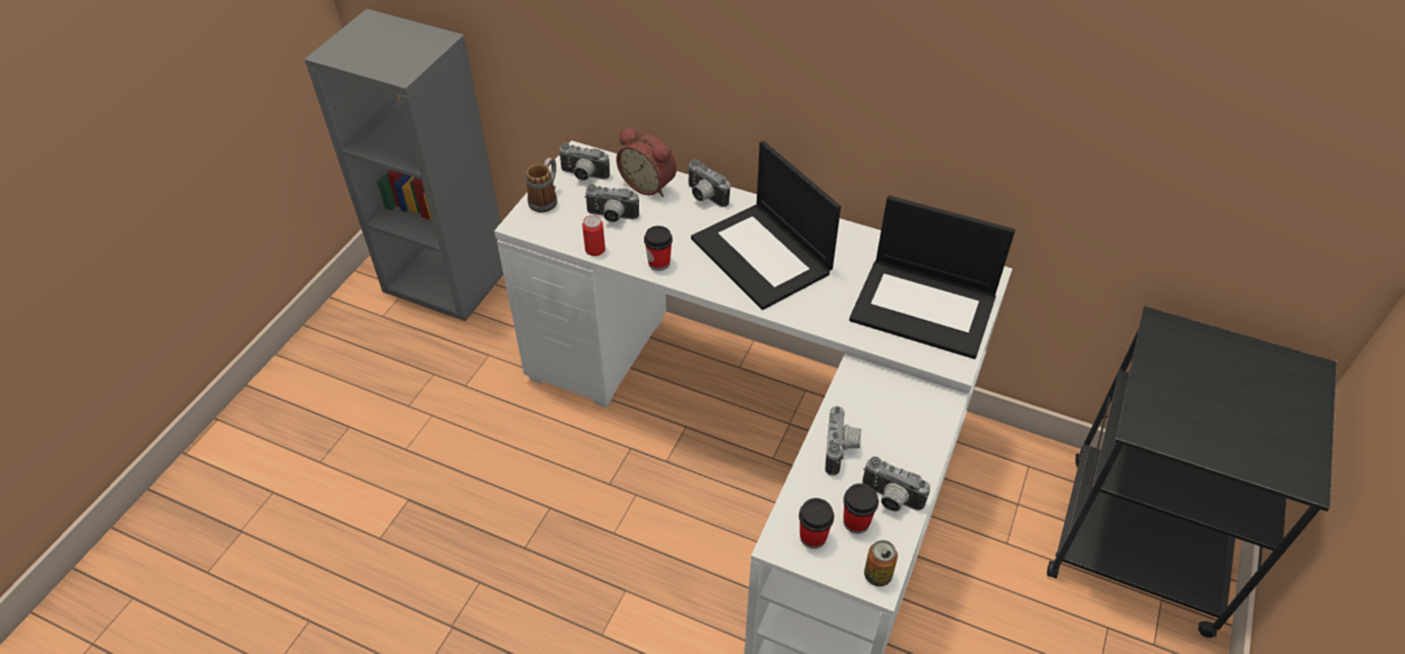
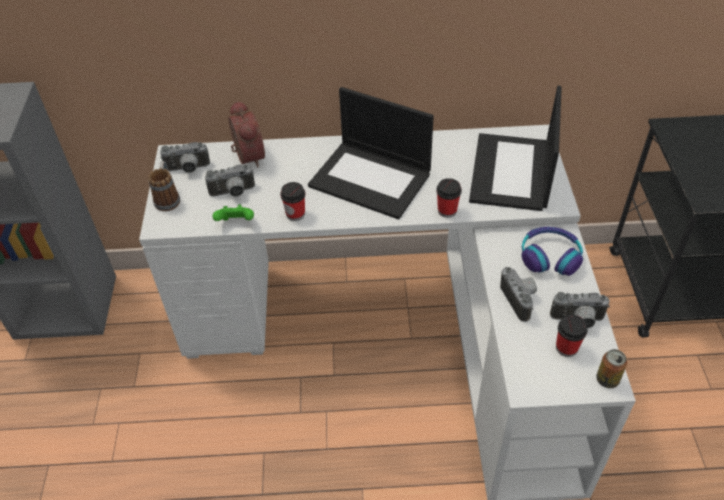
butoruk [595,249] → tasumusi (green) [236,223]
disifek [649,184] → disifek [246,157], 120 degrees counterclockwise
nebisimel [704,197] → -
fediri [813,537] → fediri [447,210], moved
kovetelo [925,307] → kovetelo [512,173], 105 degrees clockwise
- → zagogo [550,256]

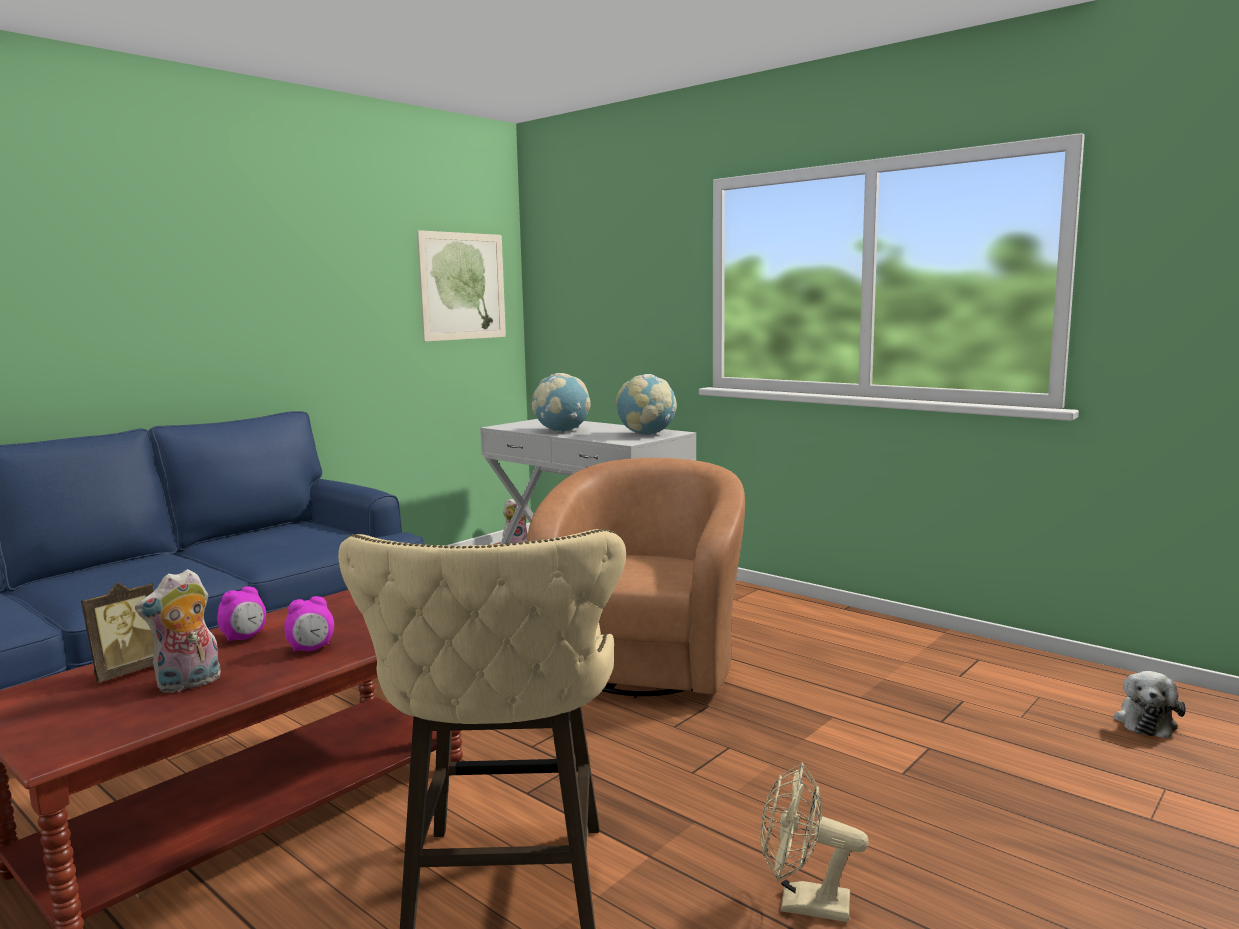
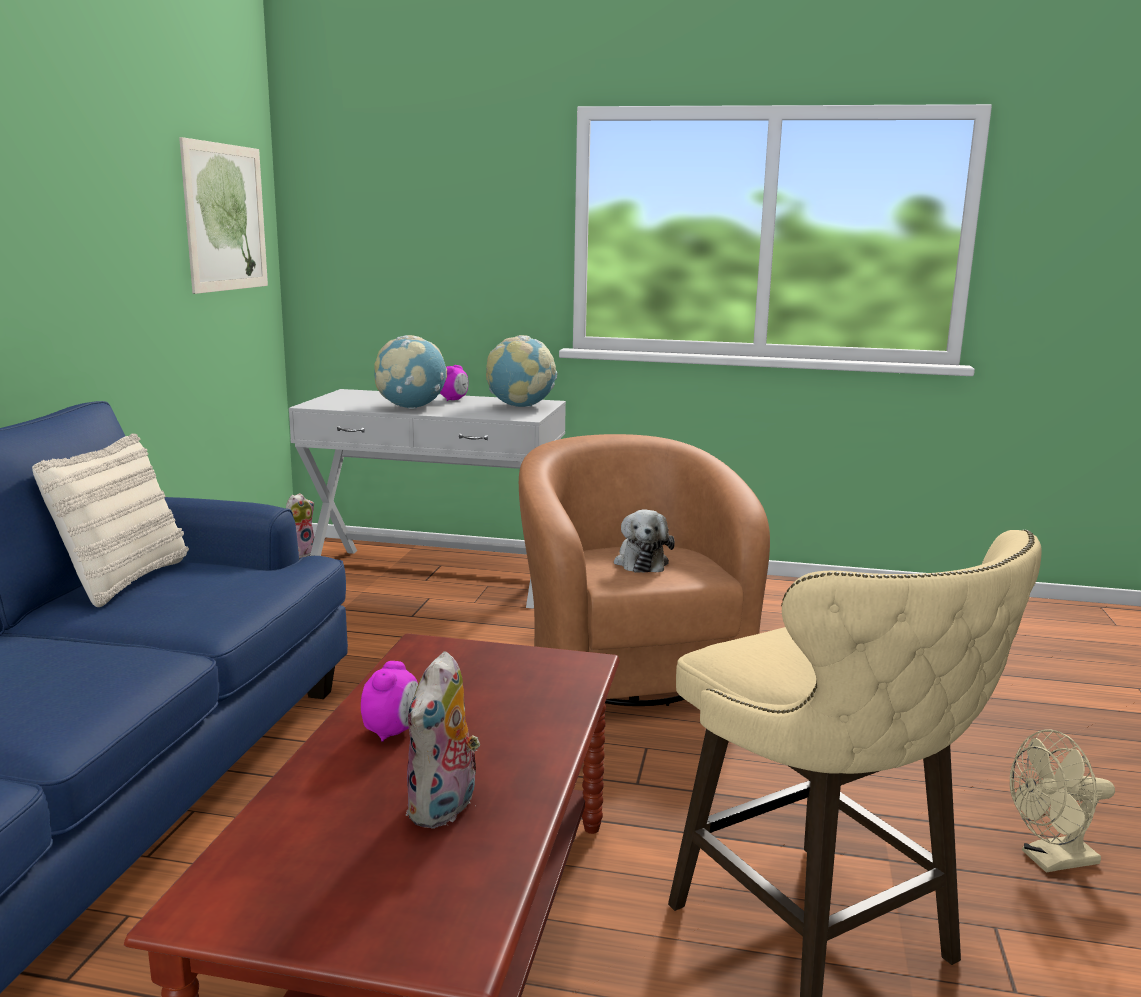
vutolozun [127,671] → -
disifek [311,649] → disifek [454,399], moved
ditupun [1145,721] → ditupun [641,562], moved
- → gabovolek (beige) [124,581]

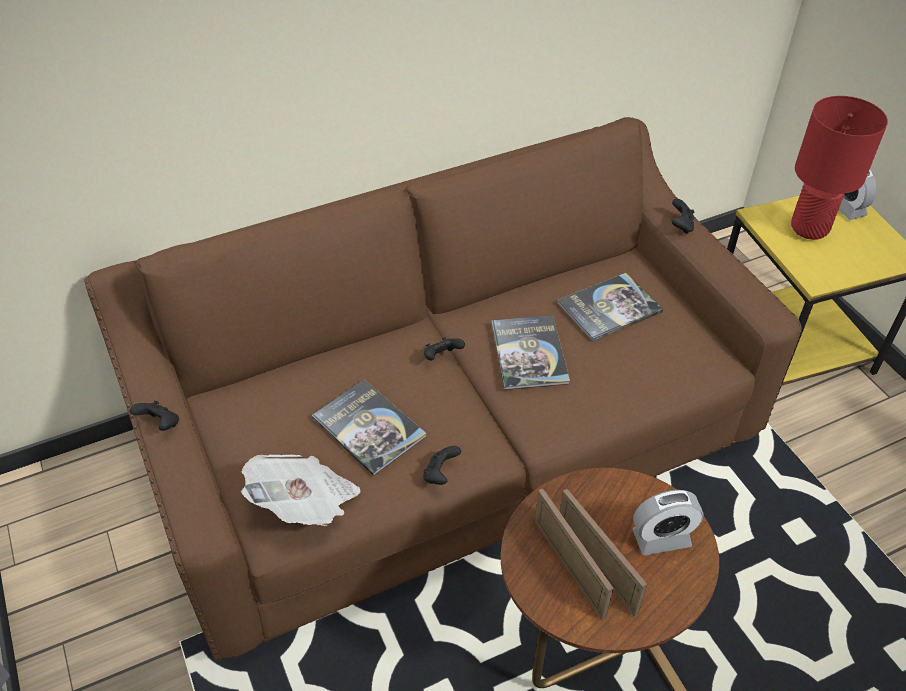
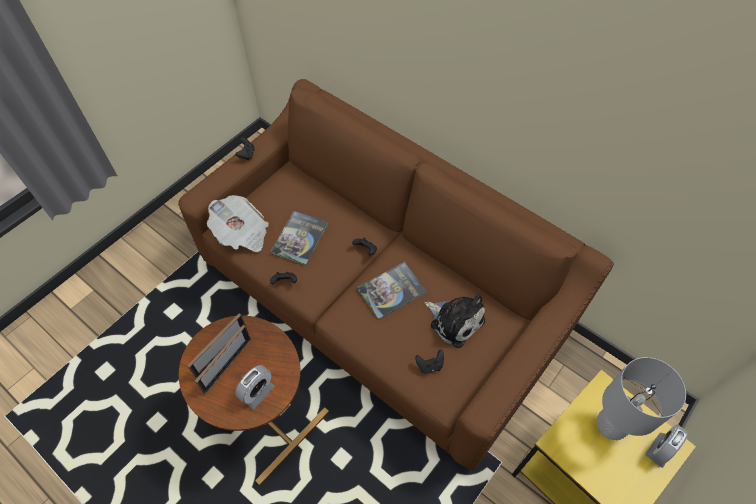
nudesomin [609,308] → ditupun [455,320]
disifek [661,538] → disifek [257,392], 105 degrees counterclockwise
tasumusi (black) [680,226] → tasumusi (black) [430,365], moved
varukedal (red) [809,231] → varukedal (grey) [610,426]

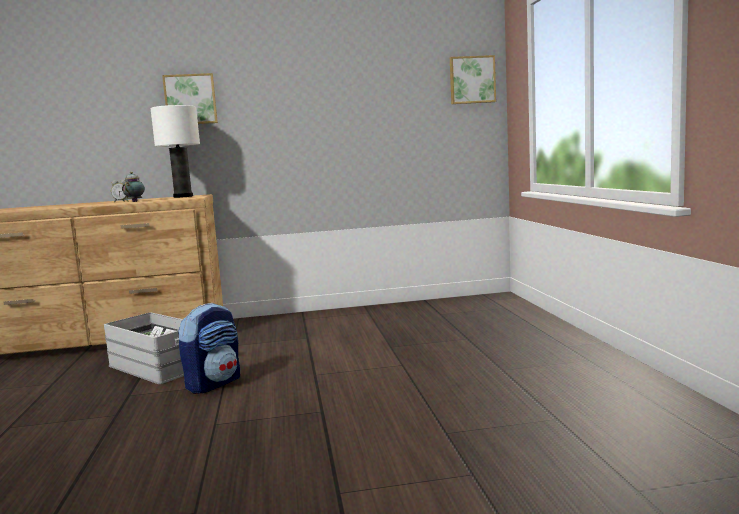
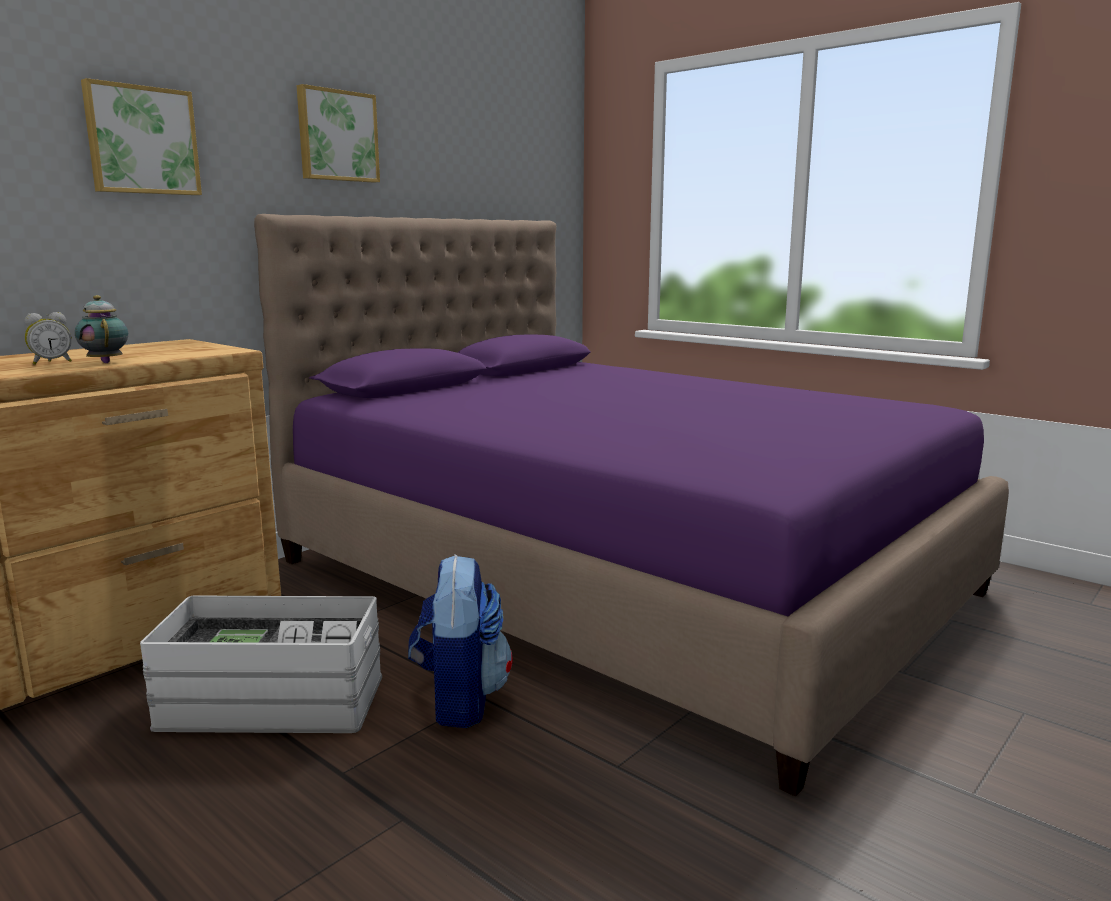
varukedal (white) [183,196] → -
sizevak [472,80] → sizevak [337,136], moved
- → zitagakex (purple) [618,576]

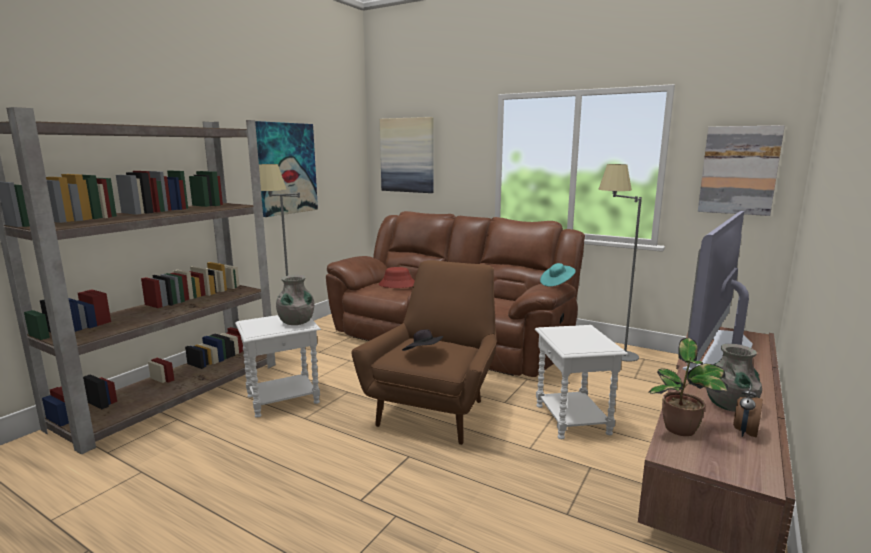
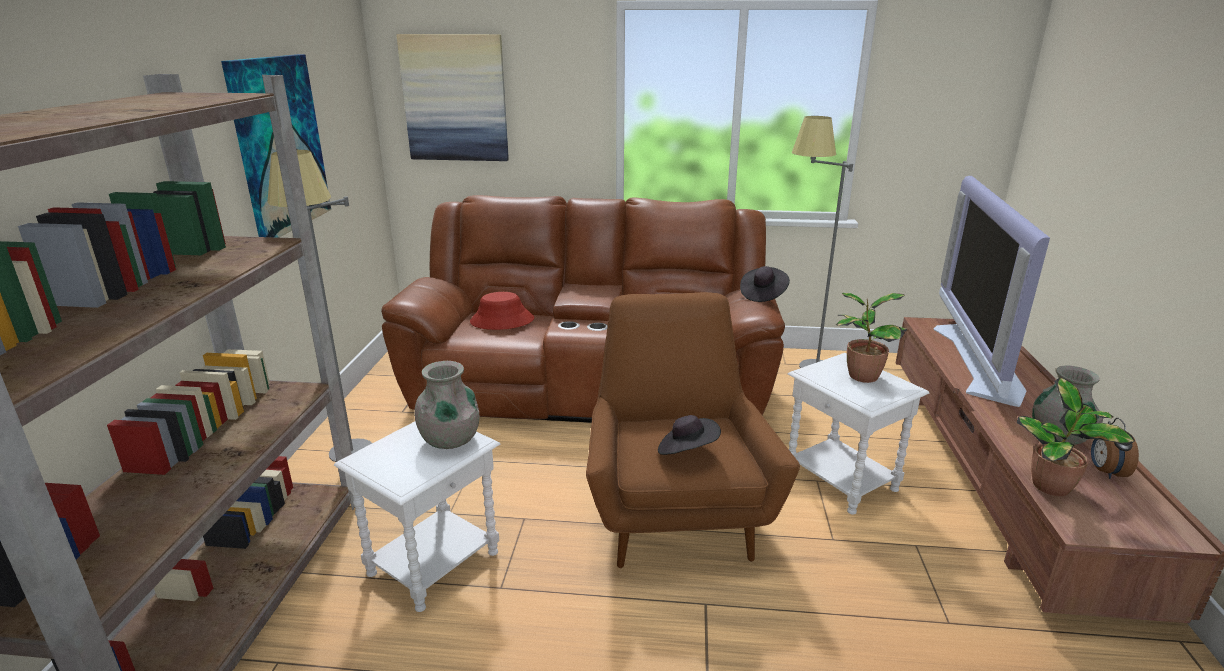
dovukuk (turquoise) [557,283] → dovukuk (black) [763,294]
sizevak [739,170] → -
- → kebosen [860,376]

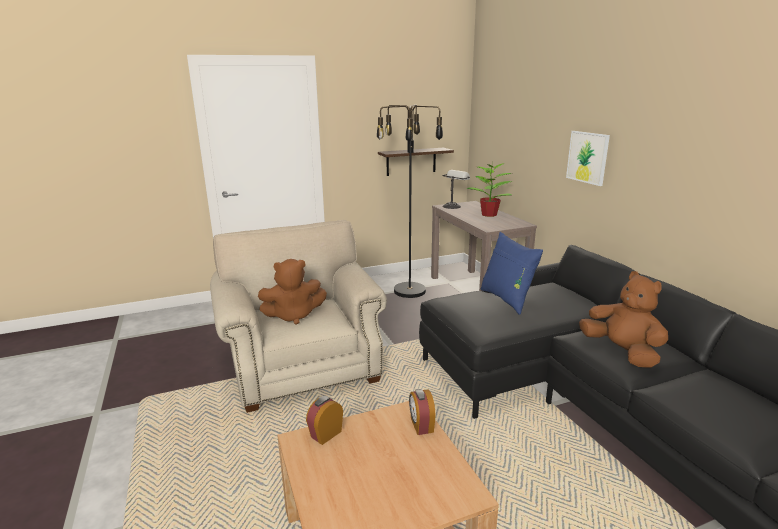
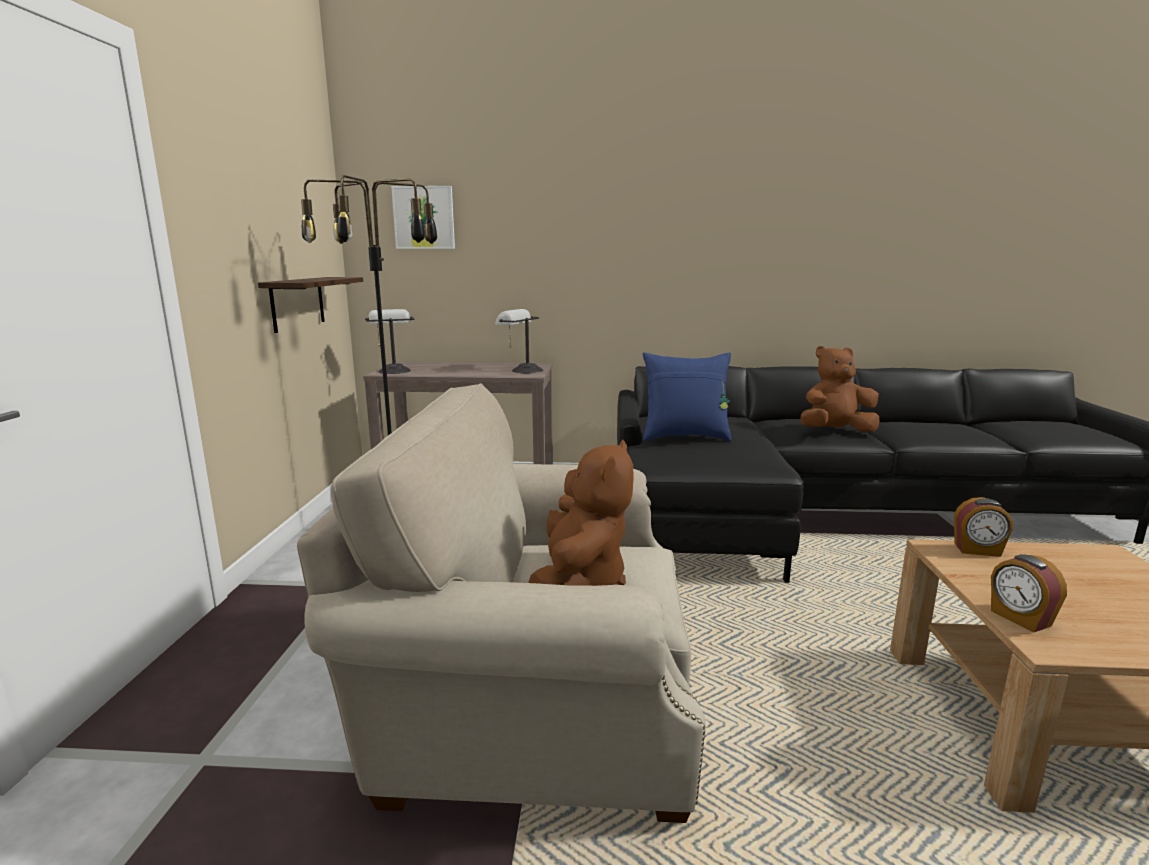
kebosen [489,214] → -
sizevak [587,157] → sizevak [424,217], moved
- → varukedal [521,370]

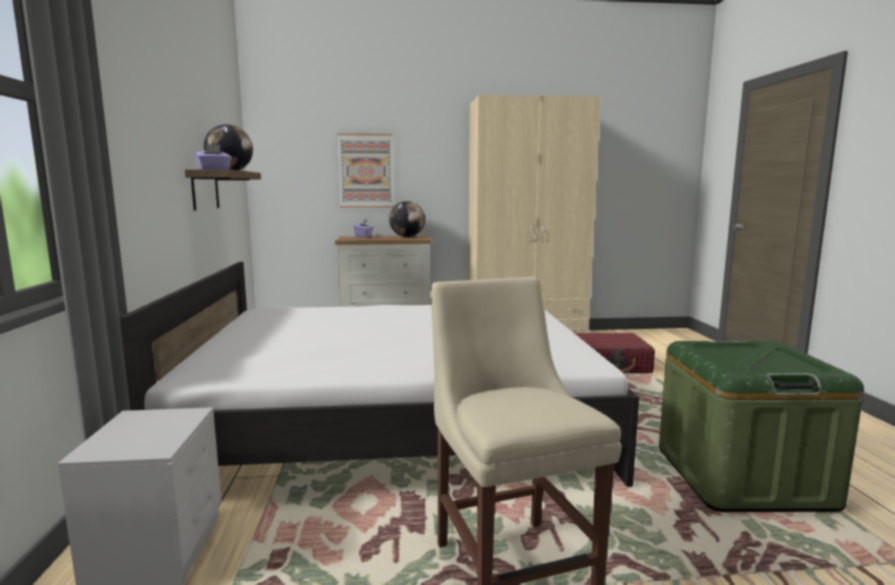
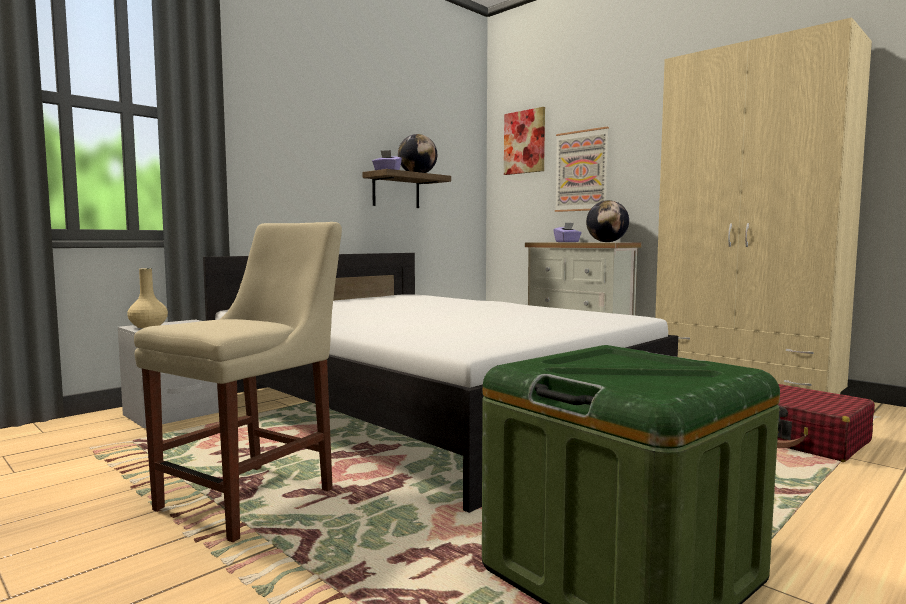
- → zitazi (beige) [148,326]
- → sizevak [524,142]

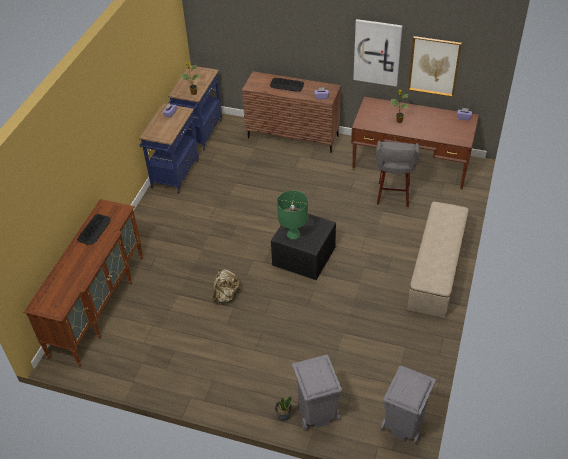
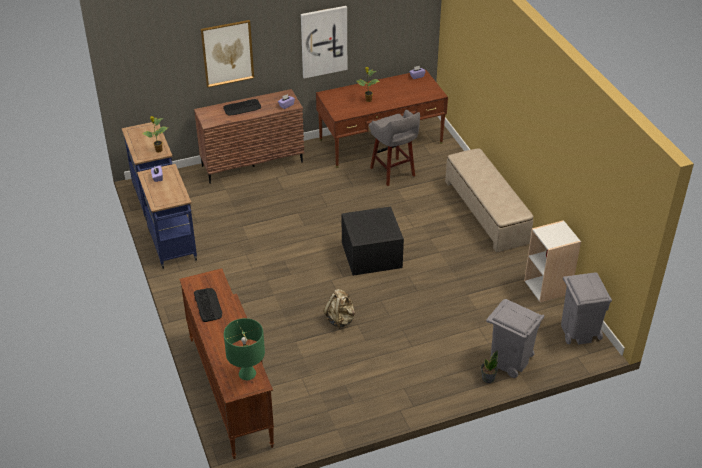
varukedal (green) [293,235] → varukedal (green) [247,375], moved
sizevak [434,66] → sizevak [227,53], moved
- → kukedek [547,287]

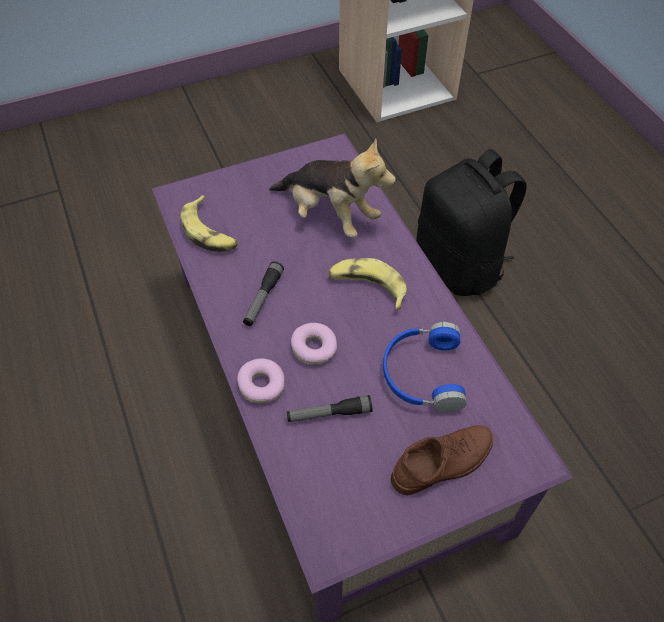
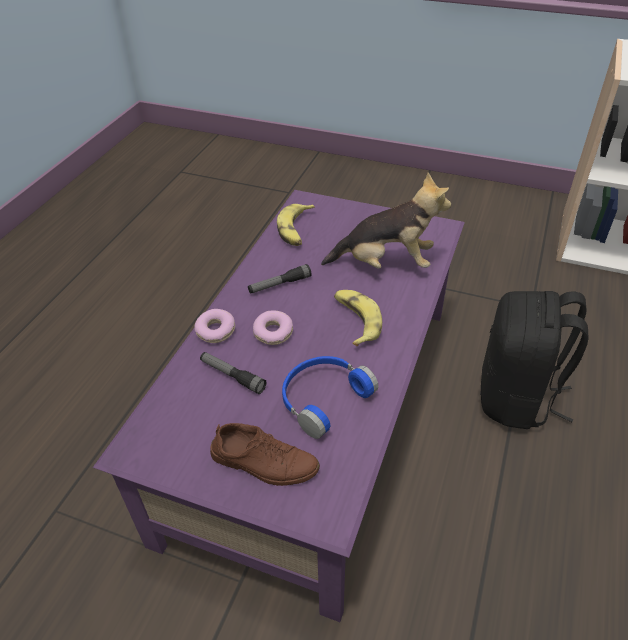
ditupun [329,215] → ditupun [386,263], 75 degrees counterclockwise

